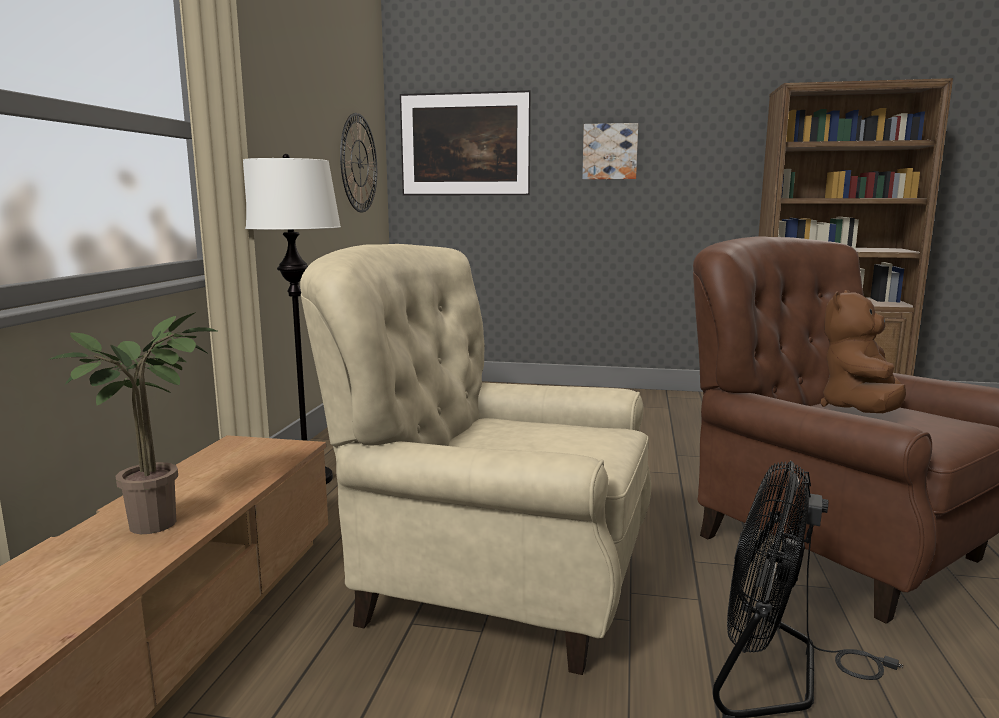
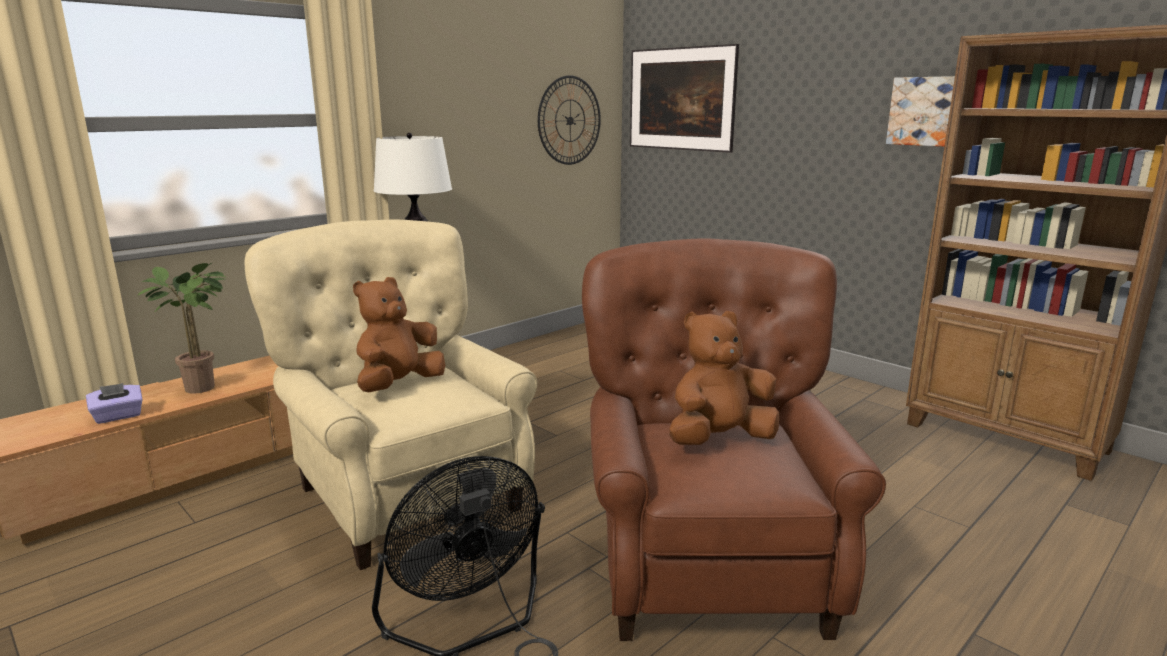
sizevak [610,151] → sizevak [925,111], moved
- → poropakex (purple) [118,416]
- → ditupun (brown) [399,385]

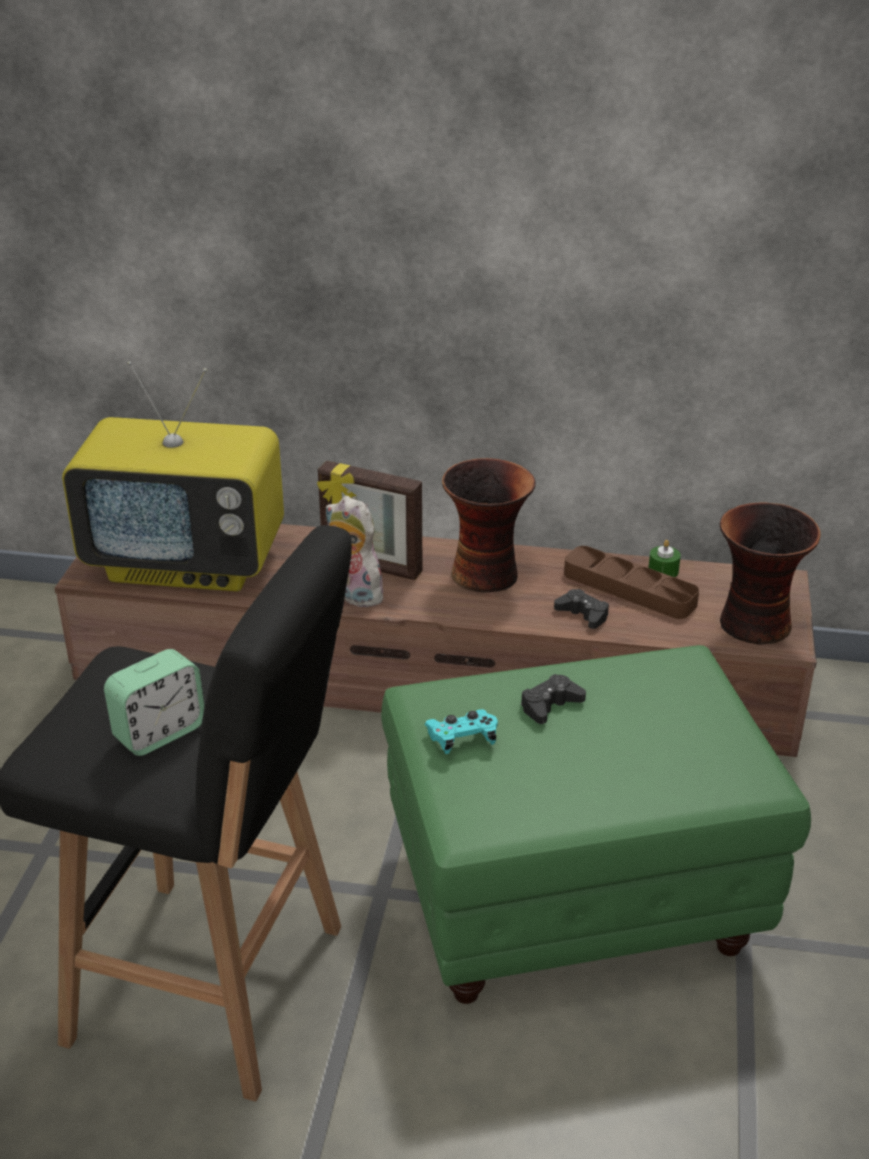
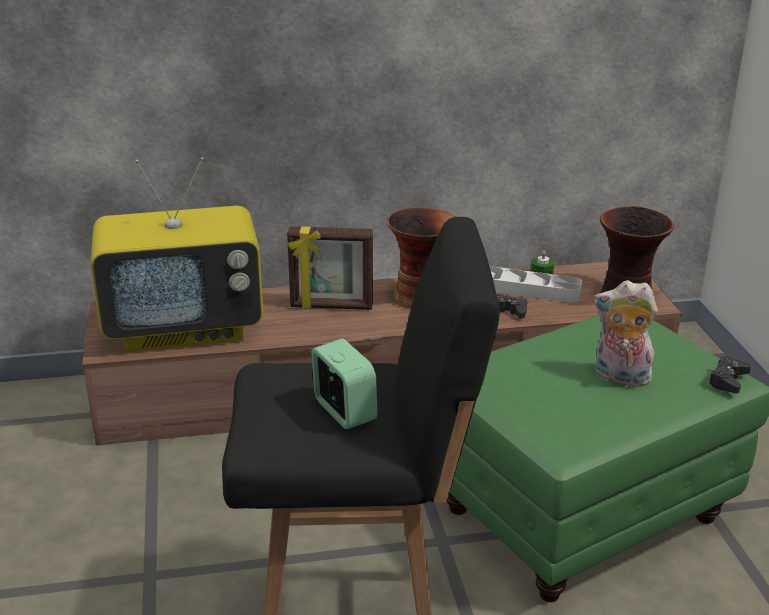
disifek [159,732] → disifek [344,411], 60 degrees counterclockwise
ditupun [353,595] → ditupun [619,378], moved
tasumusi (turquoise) [462,739] → -
tasumusi (black) [550,705] → tasumusi (black) [728,380], moved
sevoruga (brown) [629,589] → sevoruga (grey) [527,290]

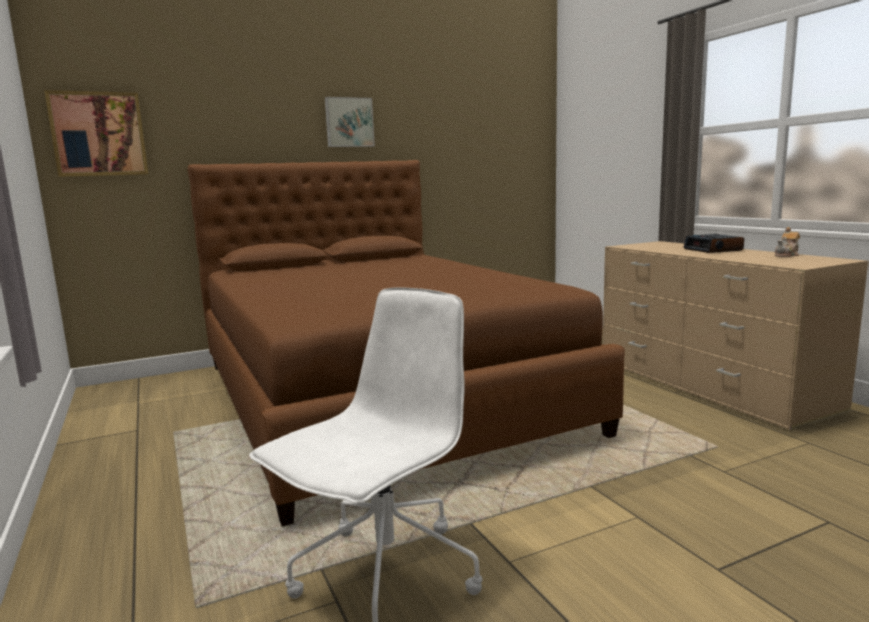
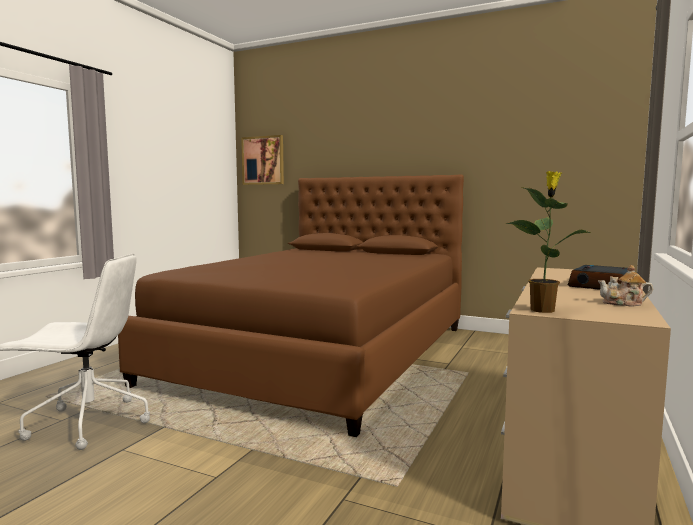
sizevak [349,122] → -
- → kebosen [543,310]

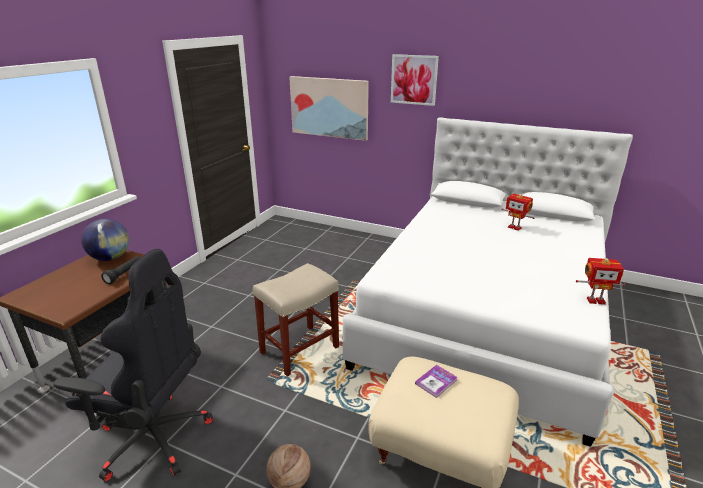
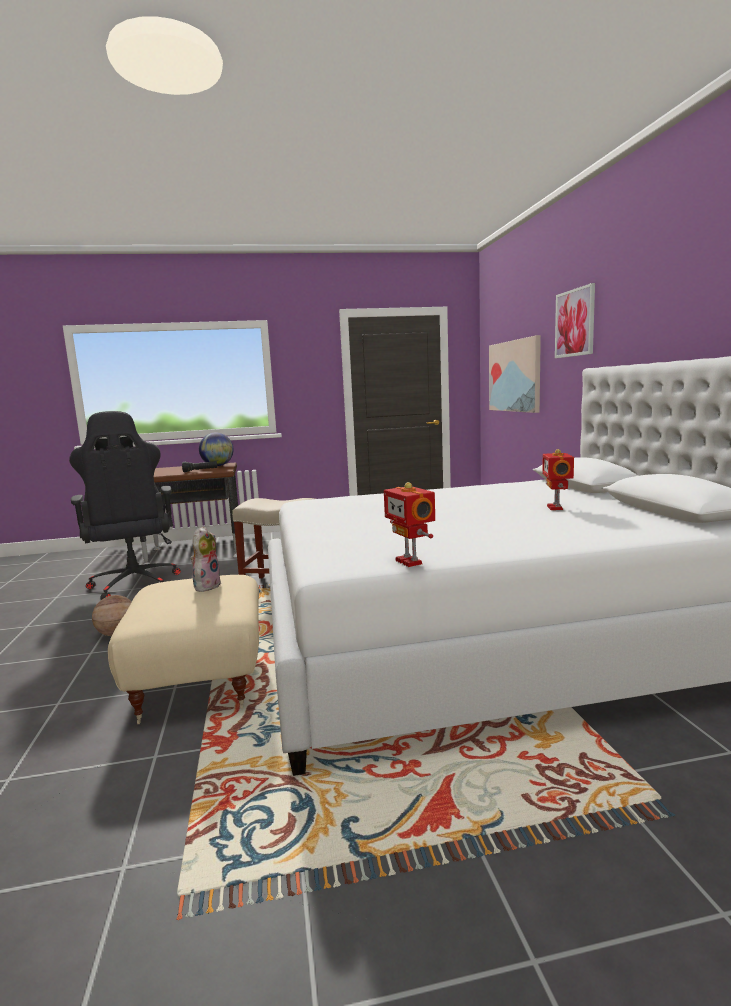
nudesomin [436,382] → ditupun [206,586]

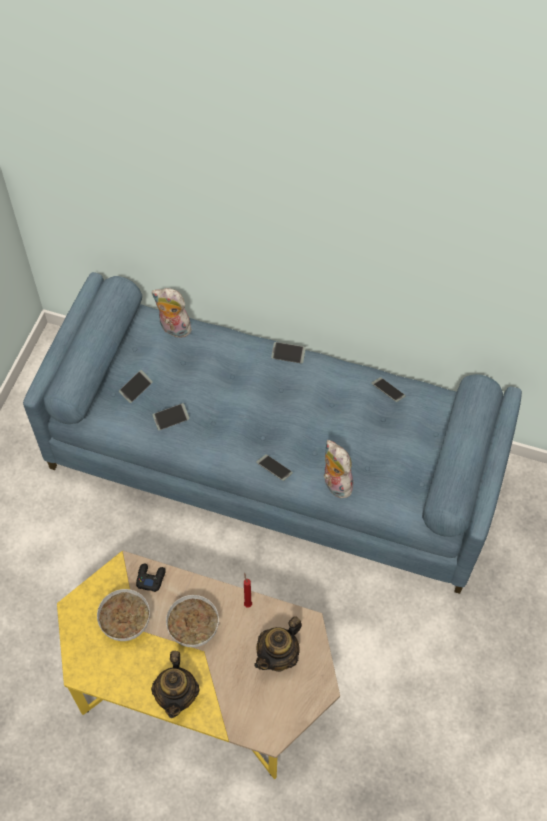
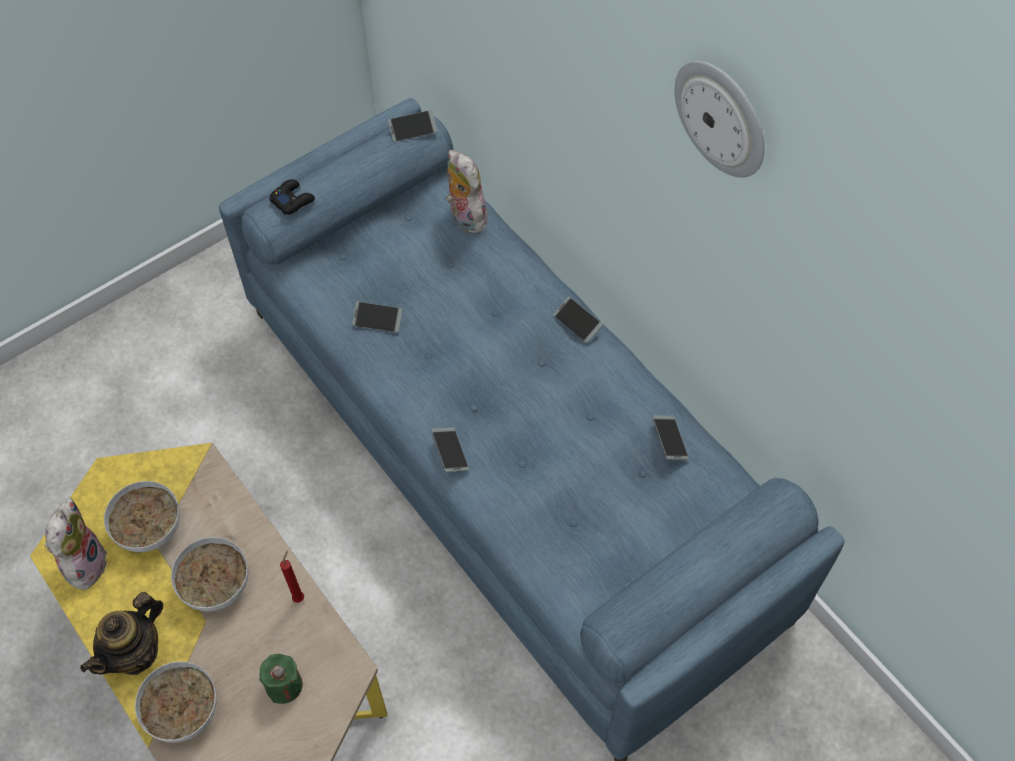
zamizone [136,388] → zamizone [413,129], moved
tasumusi (black) [150,578] → tasumusi (black) [292,200], moved
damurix [278,656] → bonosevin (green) [284,685]
ditupun [335,484] → ditupun [83,562], moved
- → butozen [184,710]
- → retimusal [722,117]

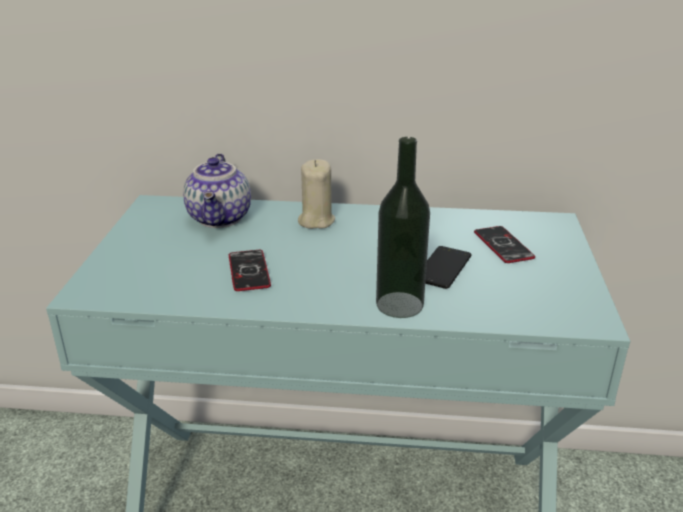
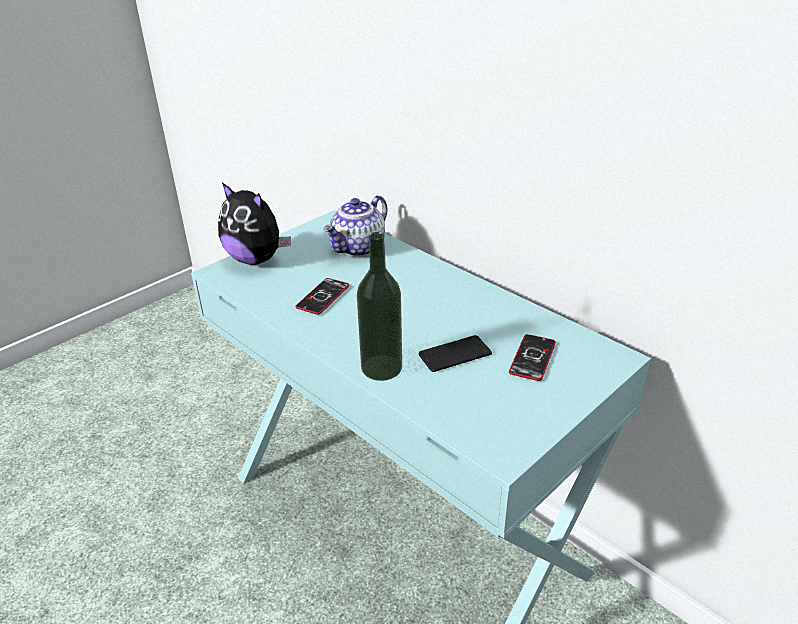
bonosevin (beige) [316,221] → -
- → ditupun [256,259]

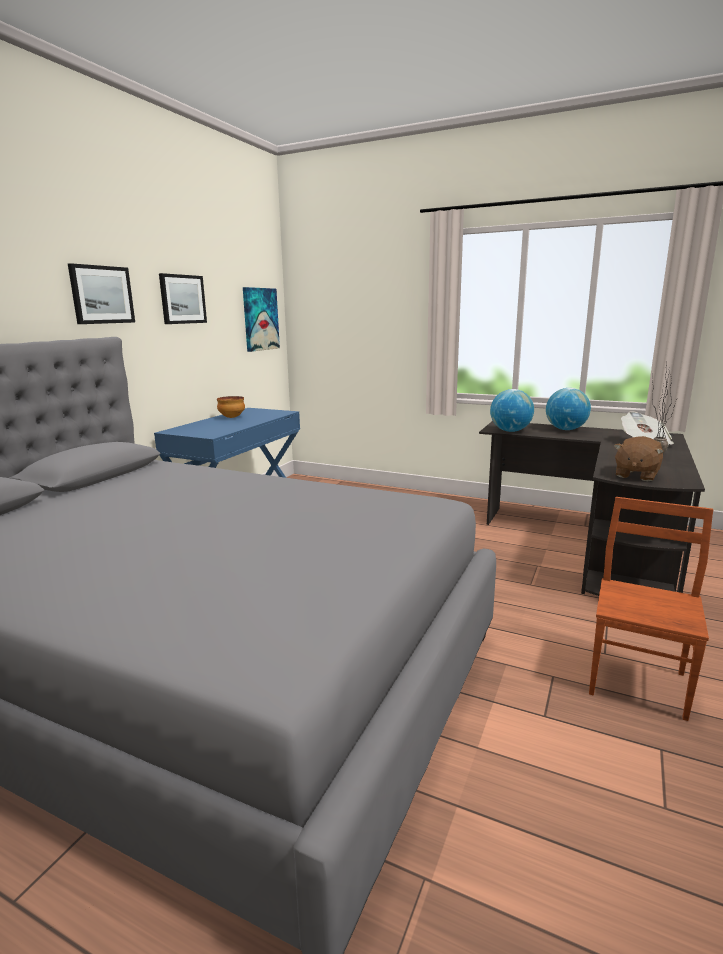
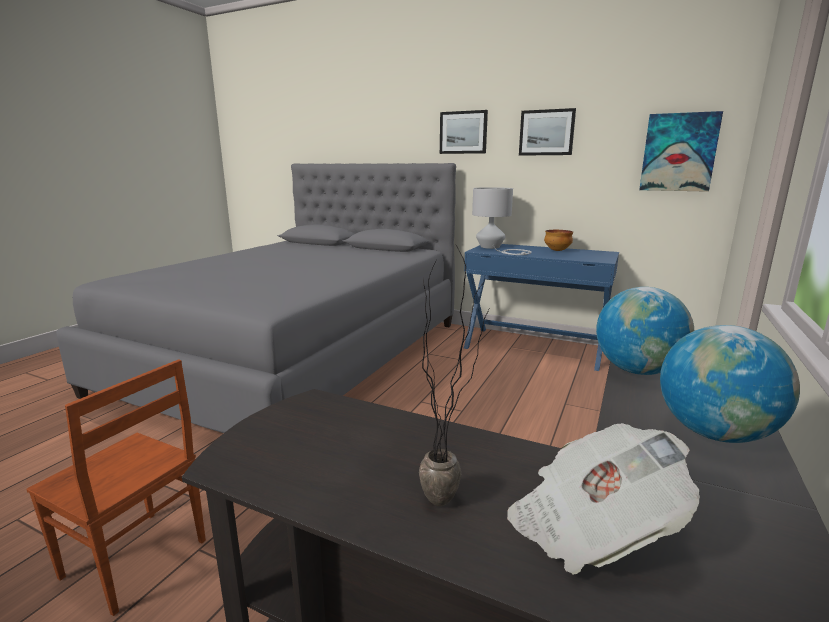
ditupun (brown) [635,475] → -
- → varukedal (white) [499,249]

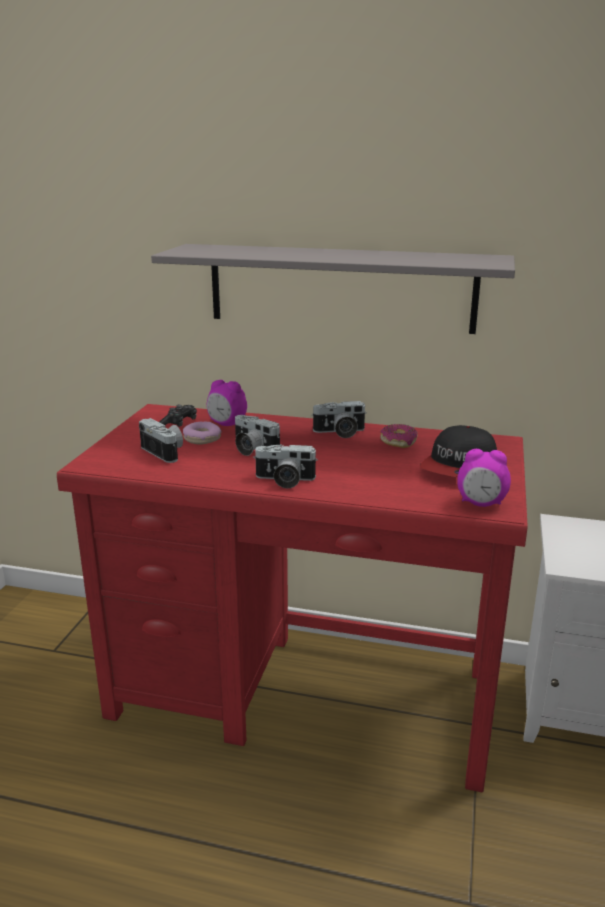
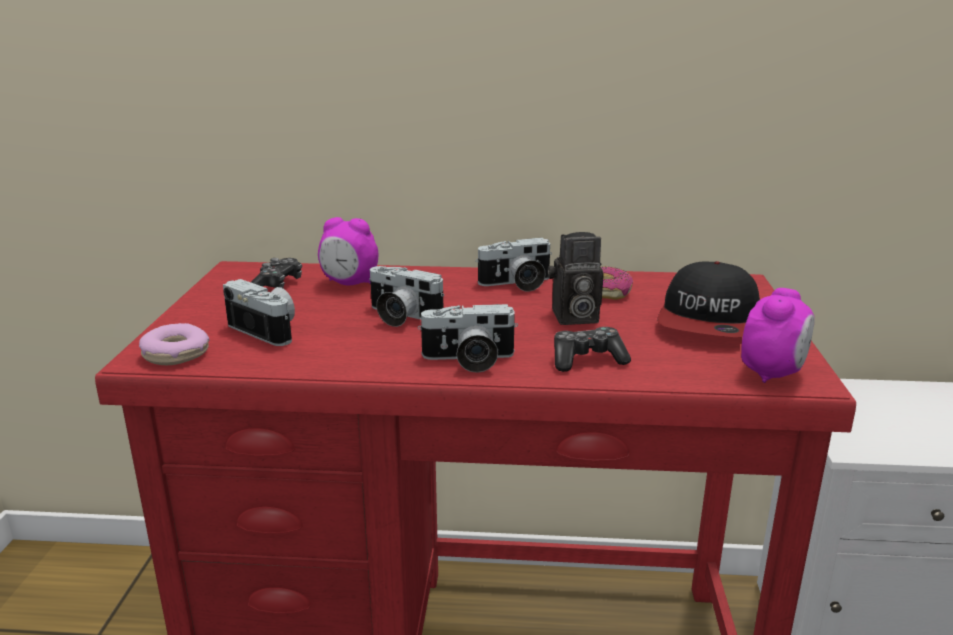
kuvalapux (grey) [340,288] → -
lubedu [202,439] → lubedu [176,354], moved
disifek [481,504] → disifek [772,373], 60 degrees counterclockwise
- → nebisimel [573,318]
- → tasumusi [587,360]

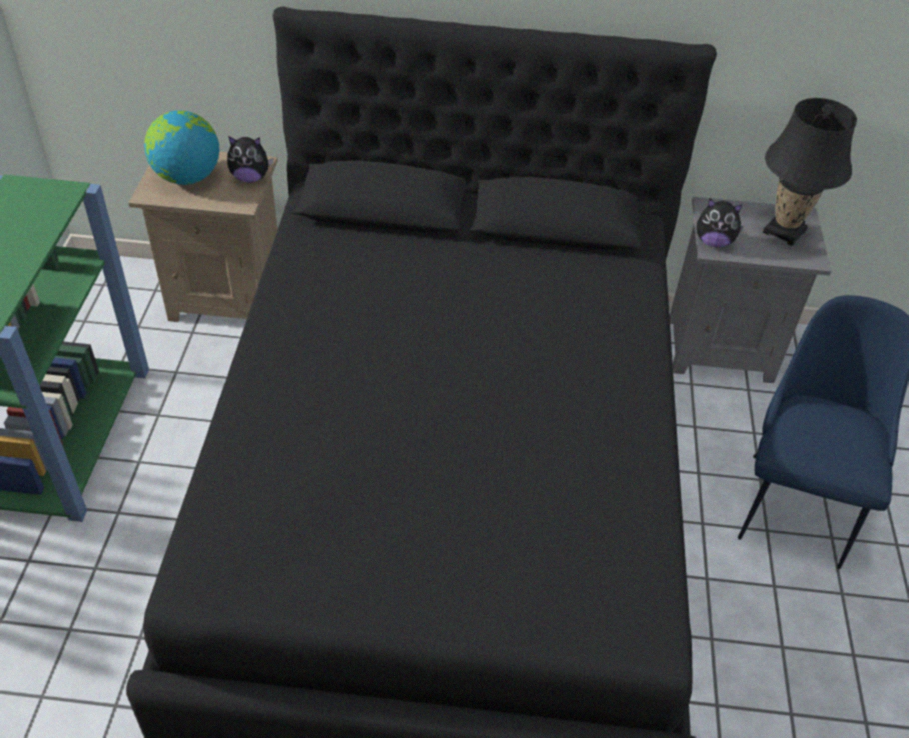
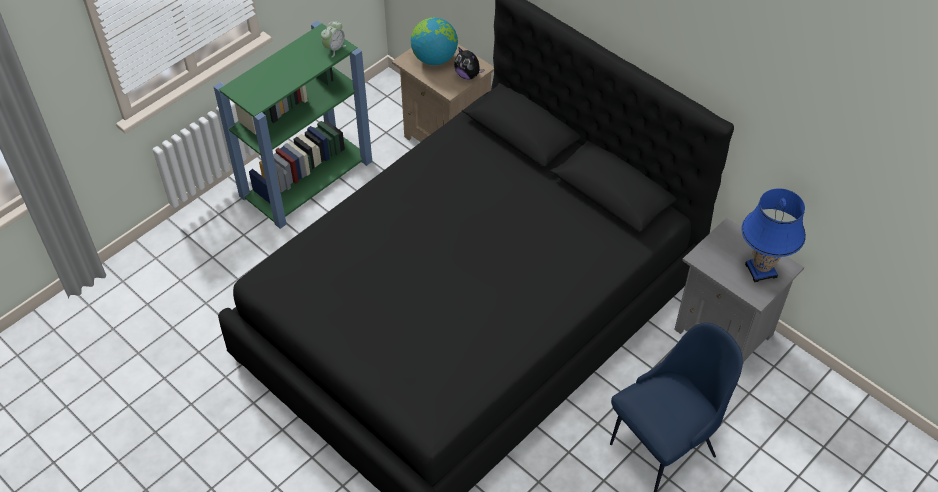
ditupun [713,242] → -
varukedal (black) [784,231] → varukedal (blue) [761,271]
- → disifek [334,49]

